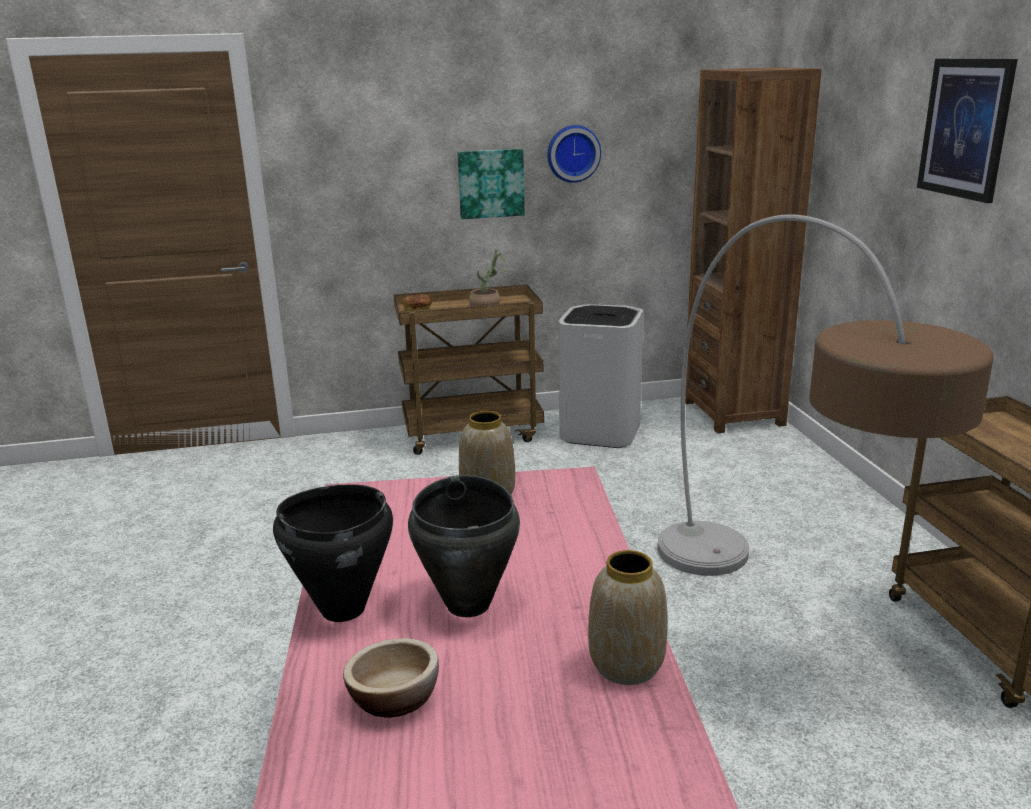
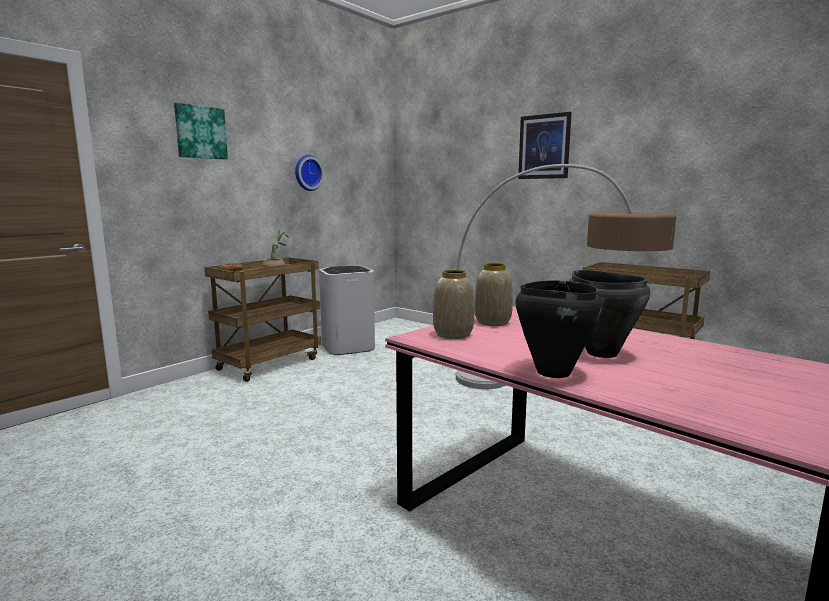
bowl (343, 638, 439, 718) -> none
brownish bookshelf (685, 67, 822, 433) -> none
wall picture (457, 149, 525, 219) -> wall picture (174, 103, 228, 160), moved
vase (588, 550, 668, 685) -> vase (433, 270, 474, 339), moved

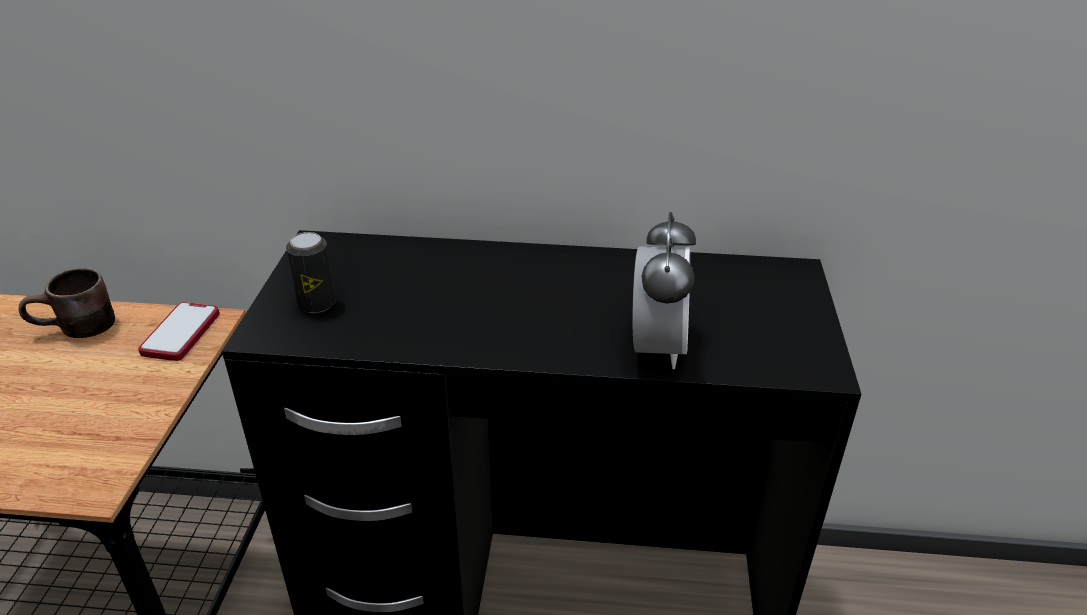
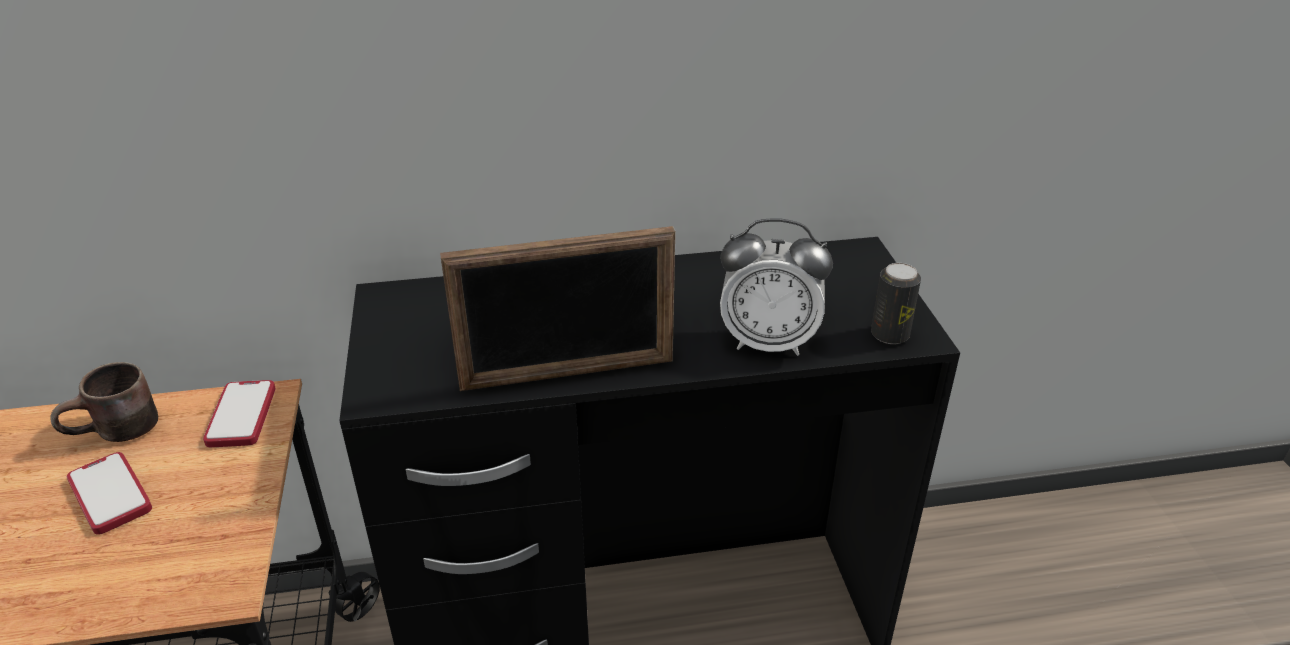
none -> handset (67, 452, 152, 535)
none -> picture frame (440, 226, 675, 391)
metal can (286, 232, 336, 313) -> metal can (871, 263, 921, 344), moved
alarm clock (633, 212, 696, 369) -> alarm clock (720, 218, 833, 356), 105 degrees clockwise

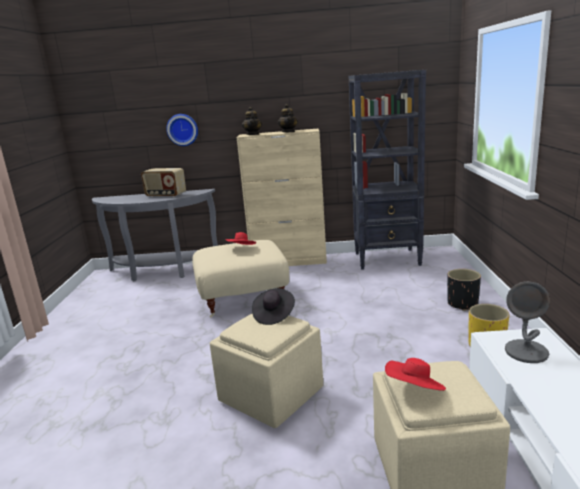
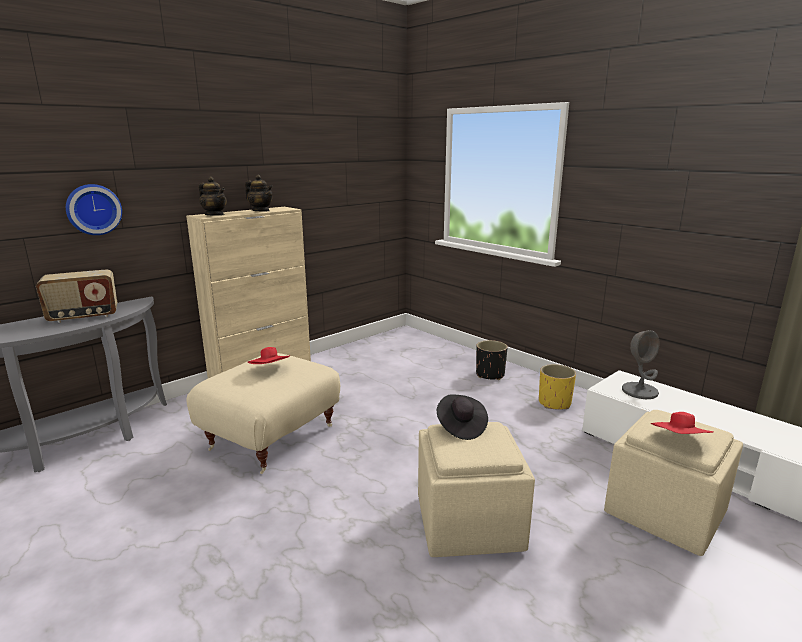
blackish bookshelf (349, 70, 426, 270) -> none

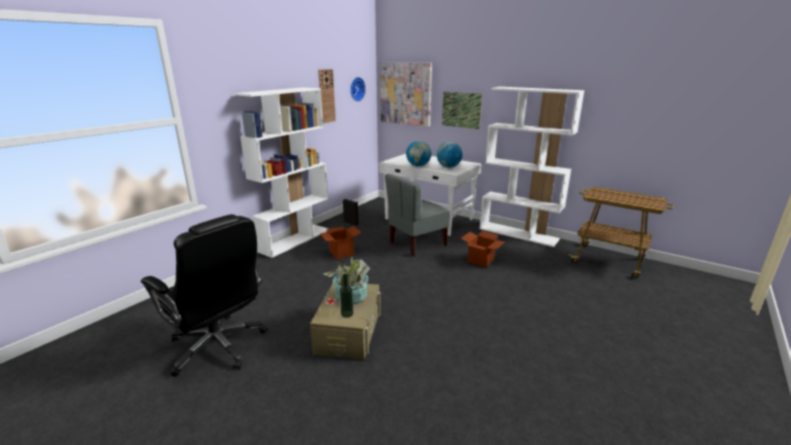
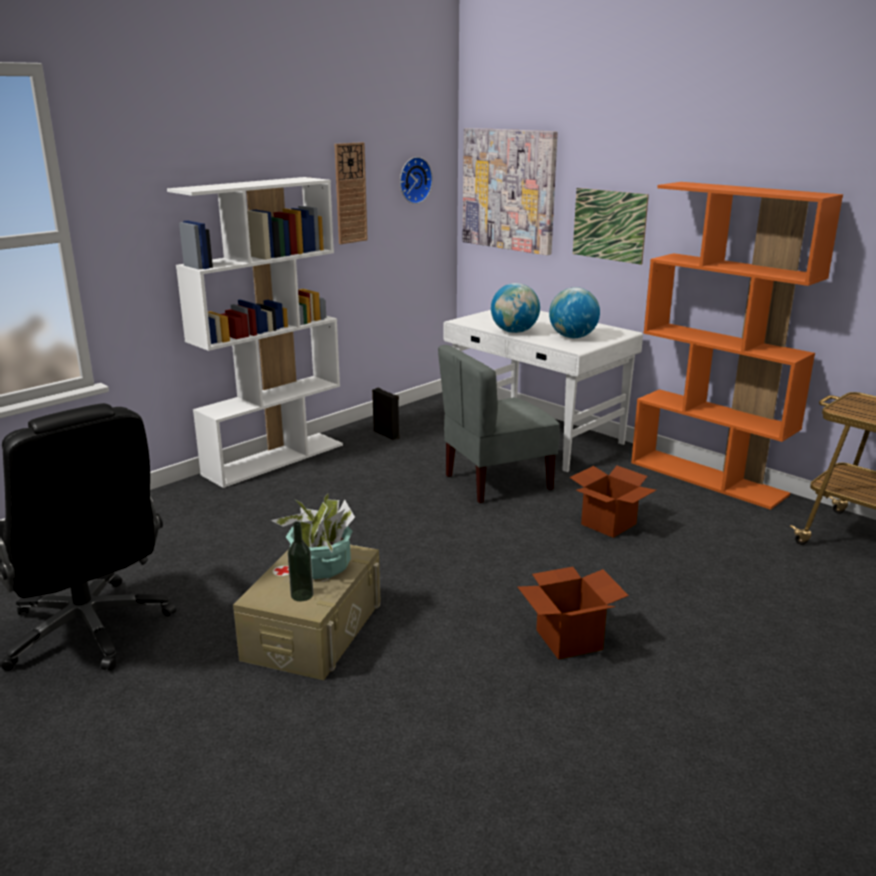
packing box (319, 226, 362, 259) -> packing box (518, 567, 629, 660), moved
white bookshelf (479, 87, 585, 247) -> orangey bookshelf (631, 182, 843, 510)

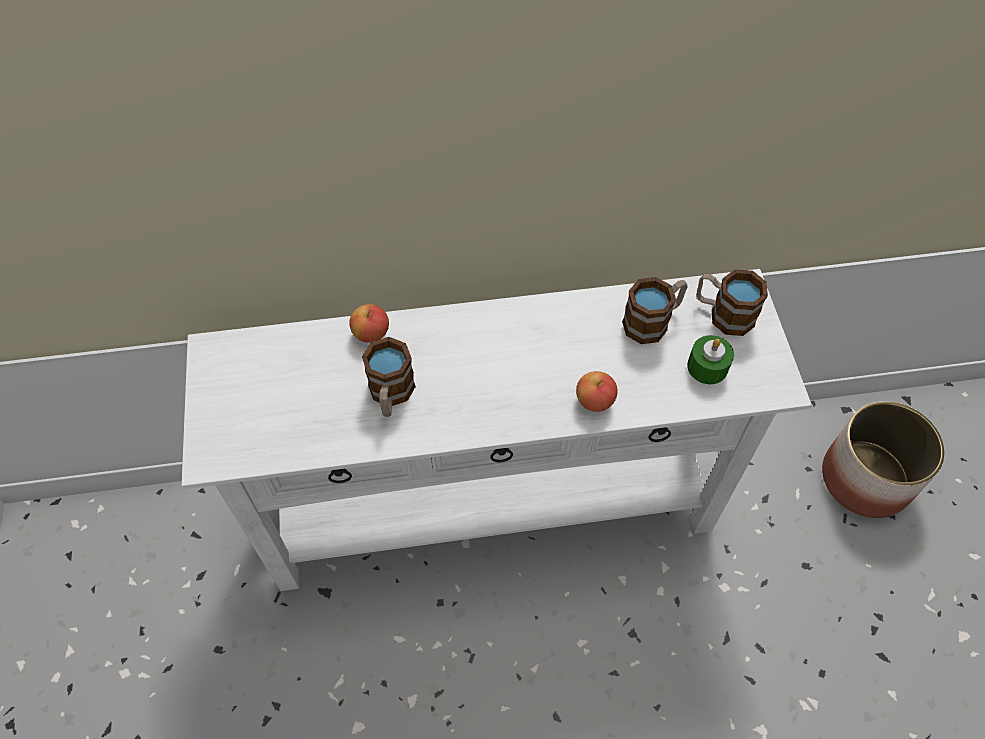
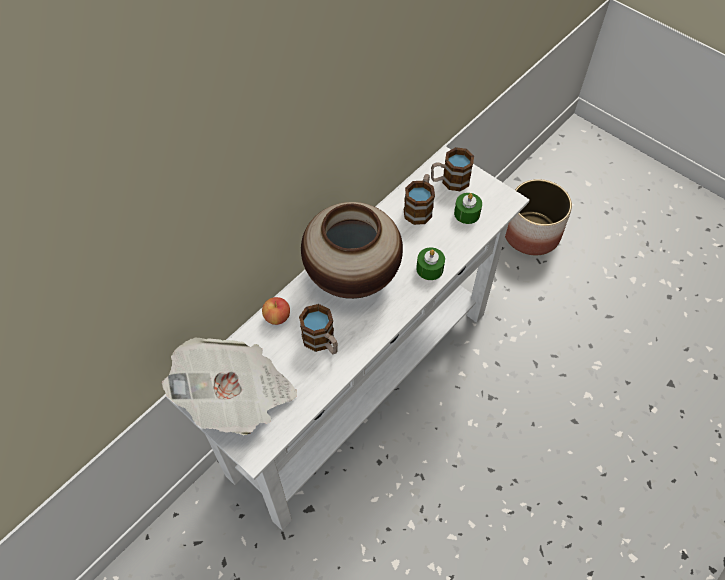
none -> newspaper (162, 338, 297, 435)
none -> vase (301, 202, 403, 299)
whole apple (576, 371, 618, 412) -> green candle (416, 247, 445, 280)

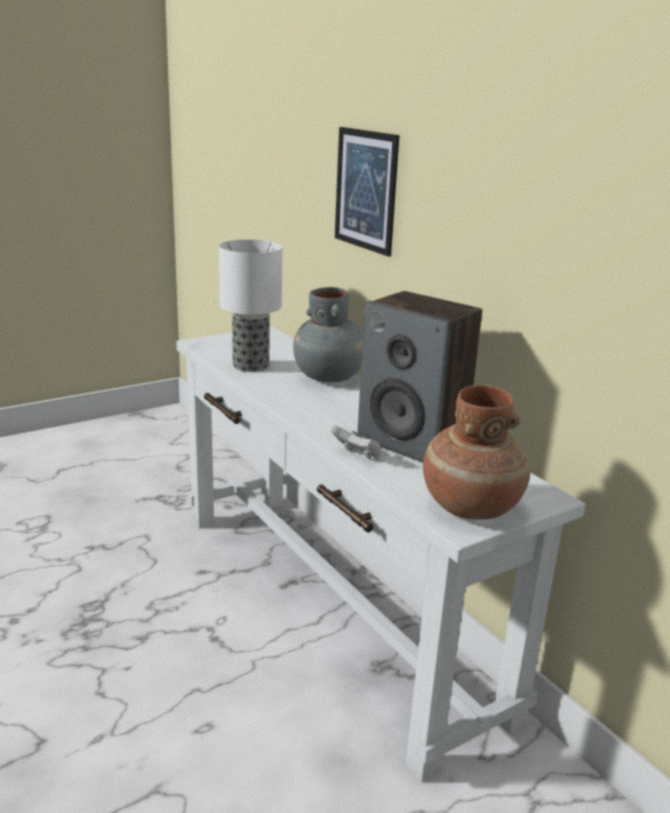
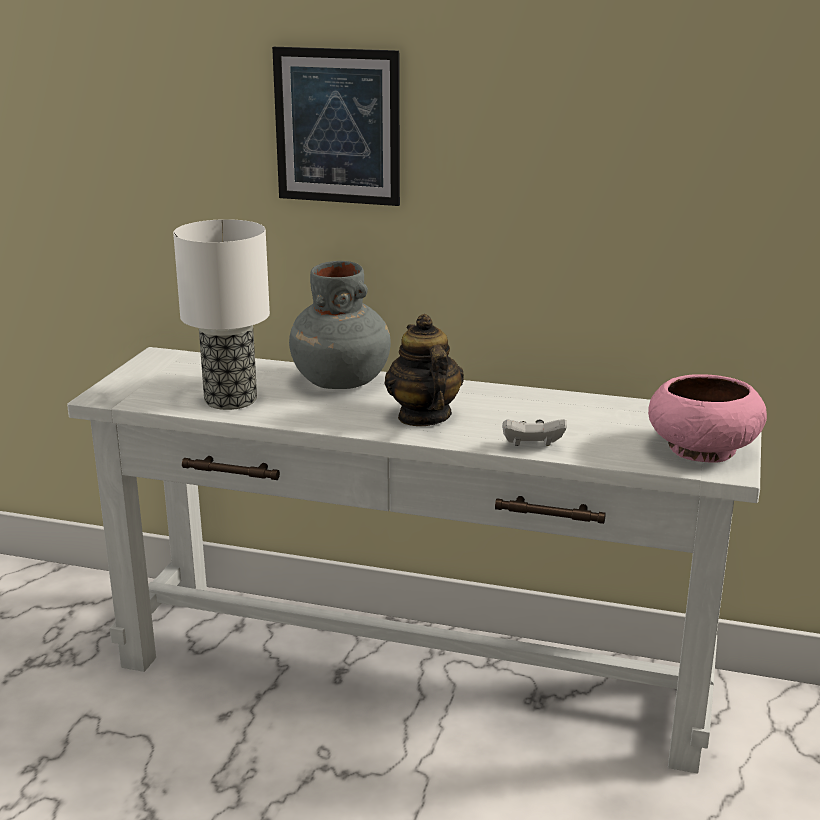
speaker (358, 291, 482, 463) -> none
none -> pot for tea (385, 314, 464, 426)
brownish vase (423, 385, 530, 520) -> pink-coloured bowl (648, 374, 767, 463)

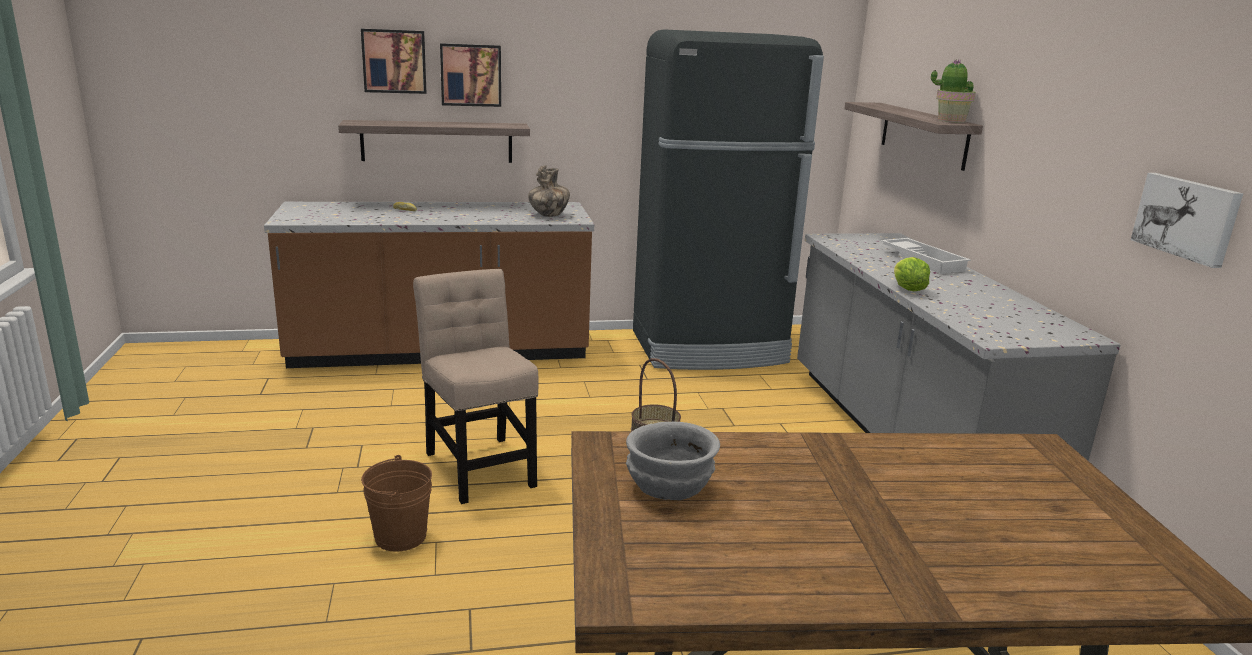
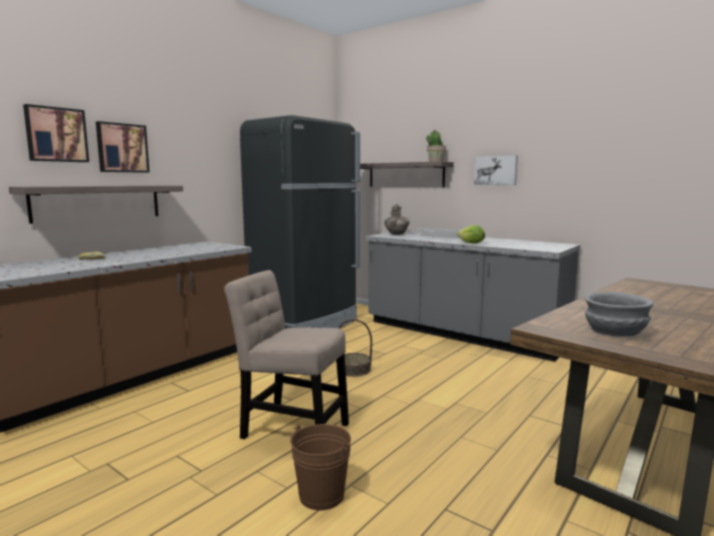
vase (528, 165, 570, 217) -> vase (384, 204, 410, 235), moved
wall picture (1131, 173, 1243, 268) -> wall picture (474, 155, 518, 185), moved

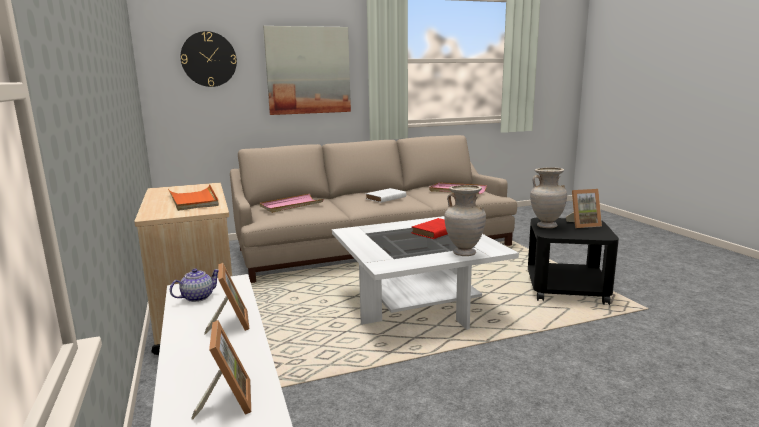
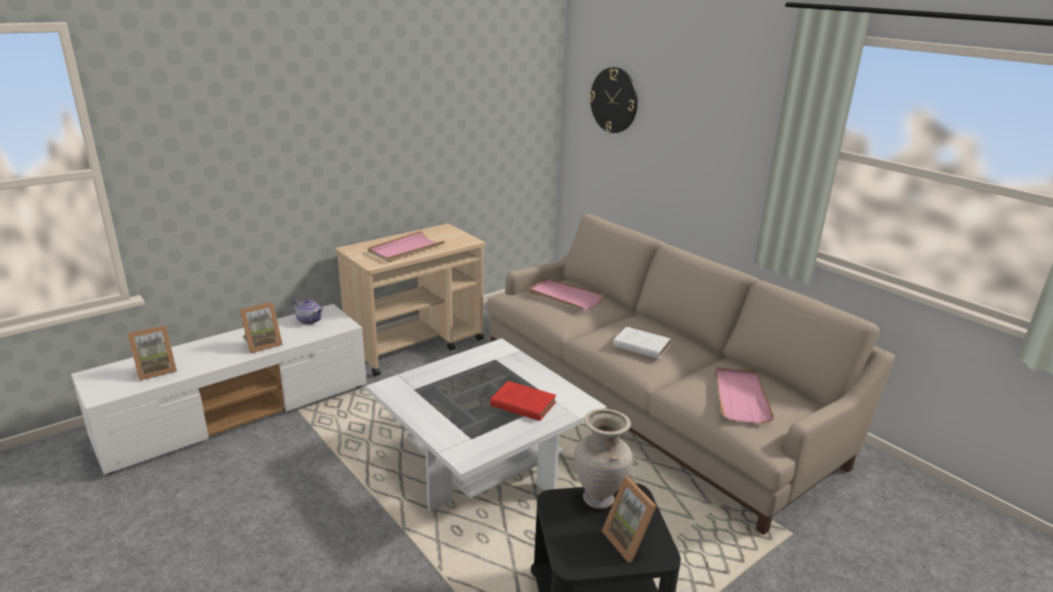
wall picture (263, 26, 351, 115) -> none
beige-coloured vase (444, 185, 486, 256) -> none
orangey carrying tray (168, 184, 219, 211) -> pink-coloured carrying tray (368, 231, 445, 262)

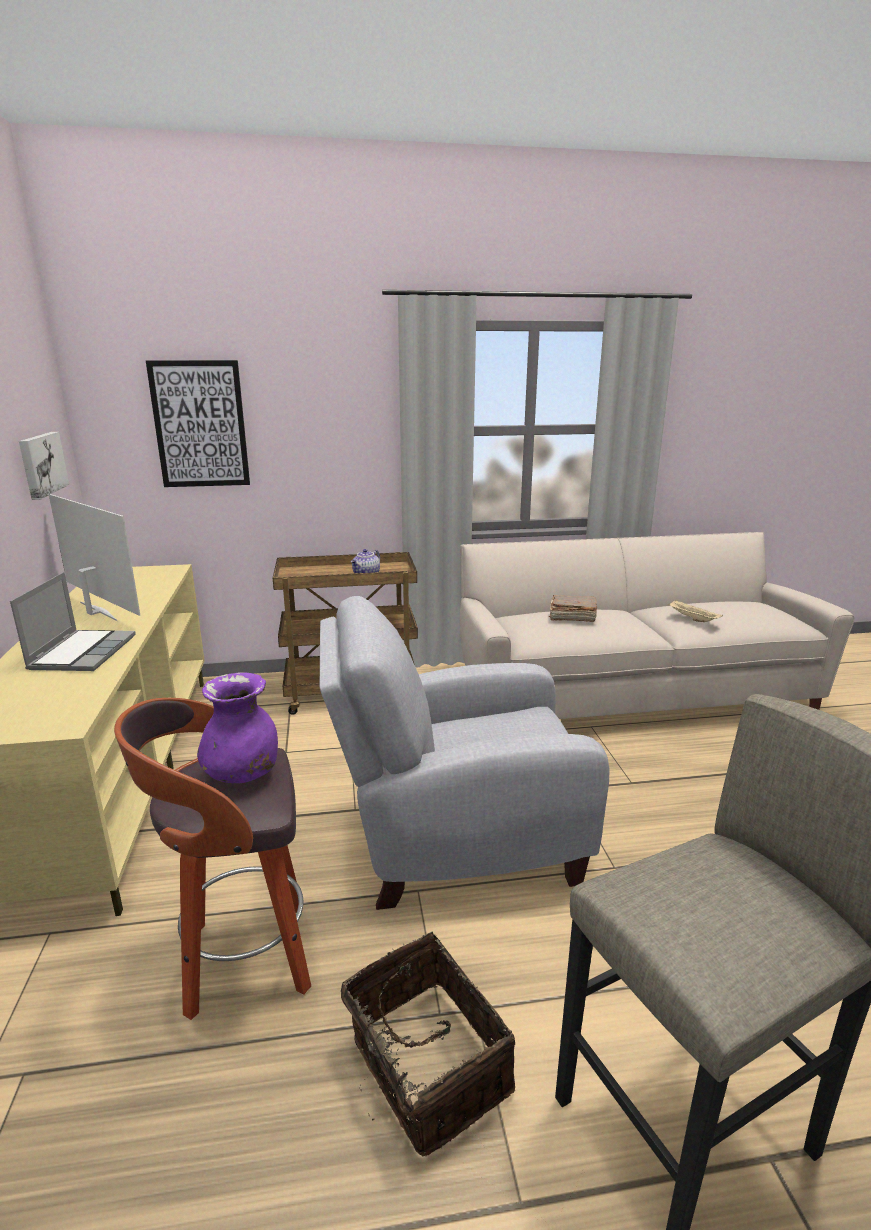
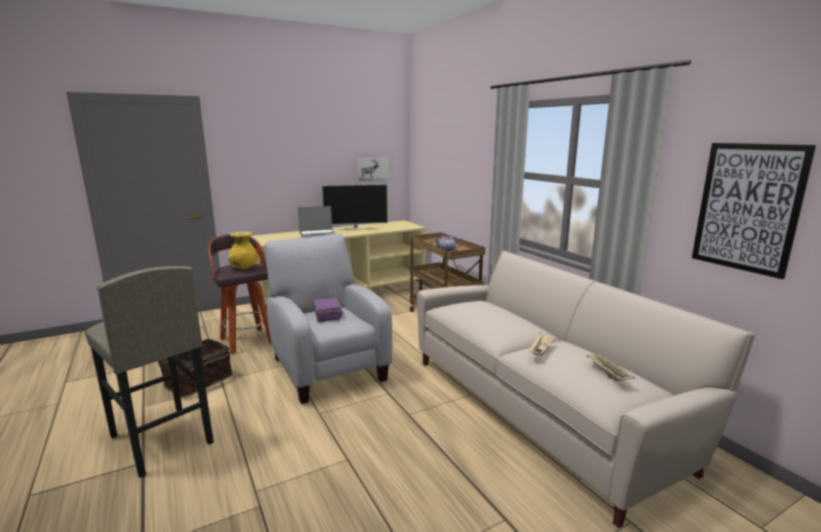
brownish bound book (549, 595, 597, 622) -> none
none -> purple-coloured bound book (313, 298, 343, 322)
none -> beige-coloured carrying tray (586, 352, 635, 381)
wall picture (146, 360, 250, 487) -> wall picture (692, 143, 816, 279), moved
purple-coloured vase (197, 672, 278, 783) -> yellow-coloured vase (228, 232, 258, 269)
TV (49, 494, 140, 621) -> TV (321, 184, 388, 230), 60 degrees clockwise

